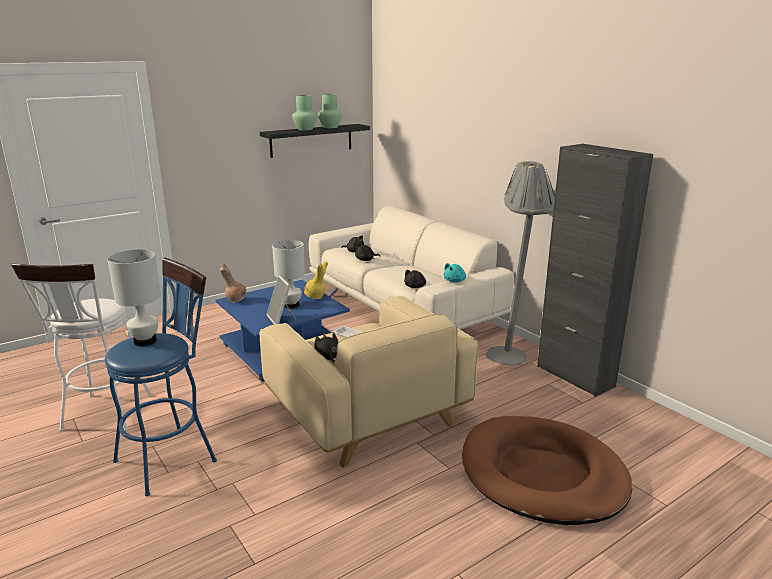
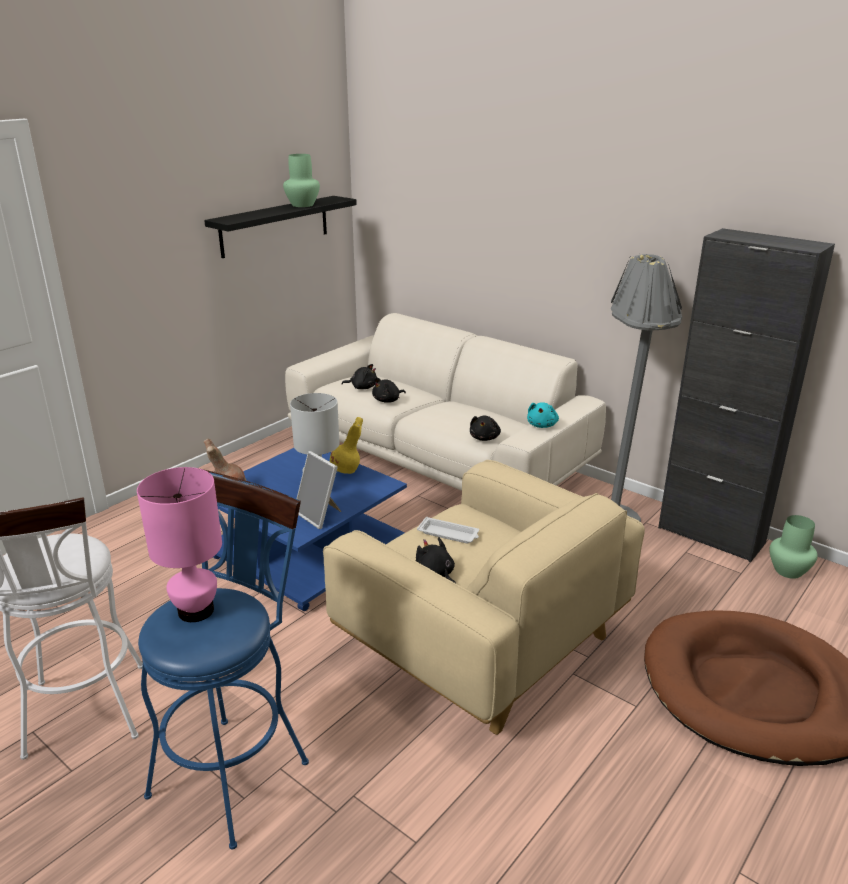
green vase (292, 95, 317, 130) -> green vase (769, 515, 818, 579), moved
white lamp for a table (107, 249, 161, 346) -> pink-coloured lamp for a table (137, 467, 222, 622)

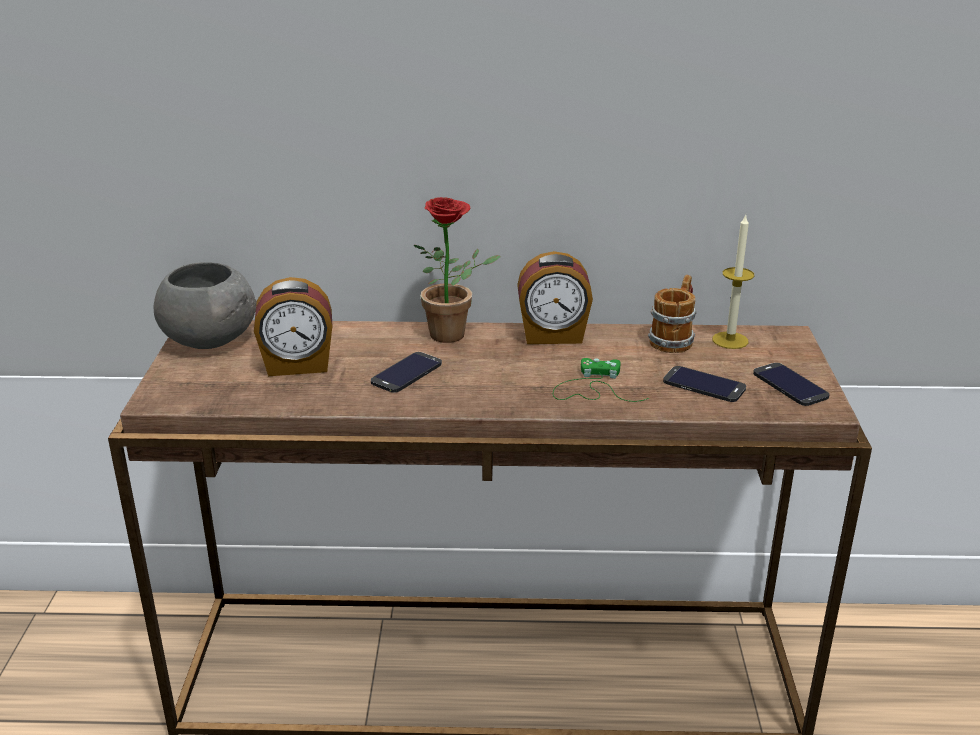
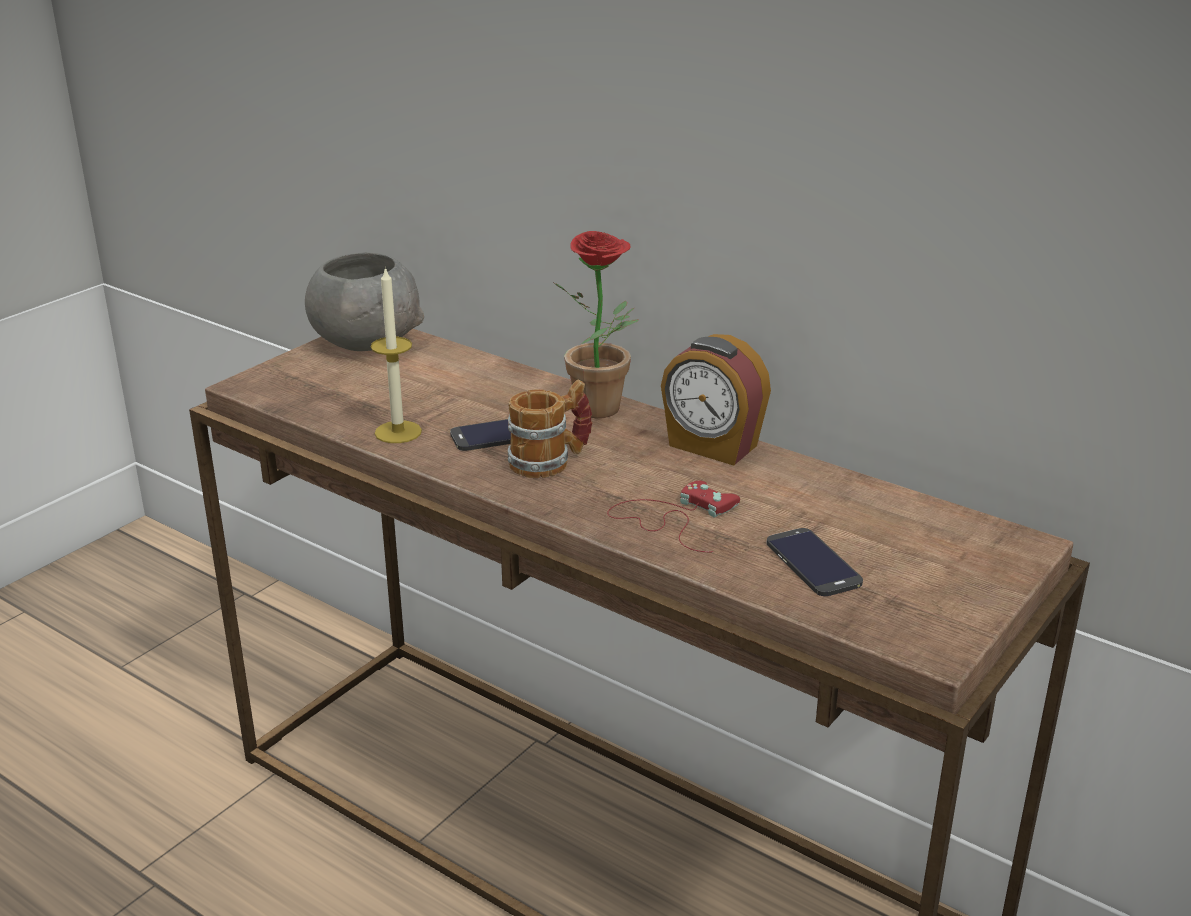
alarm clock (254, 277, 332, 376) -> none
handset (753, 363, 829, 406) -> none
coffee mug (648, 275, 697, 353) -> coffee mug (508, 379, 592, 478), moved
candle (712, 214, 754, 349) -> candle (371, 266, 422, 443), moved
green joypad (553, 358, 649, 402) -> red-coloured joypad (607, 481, 740, 552)

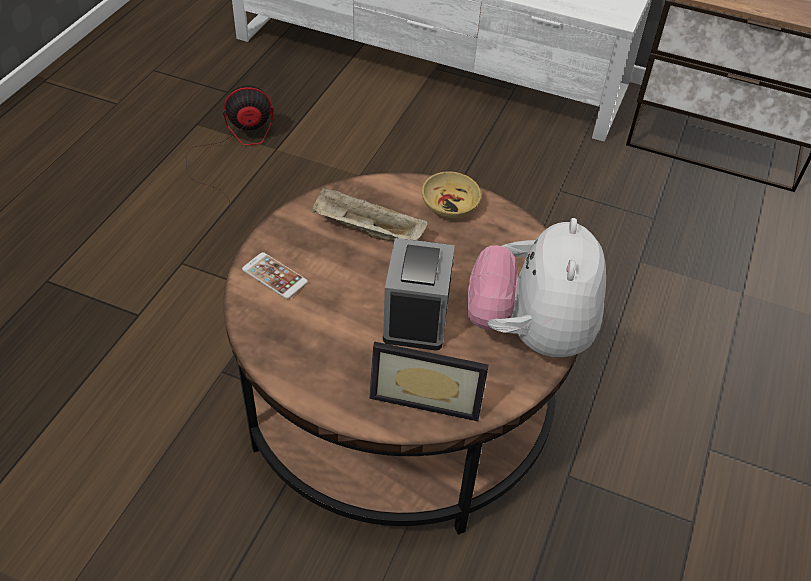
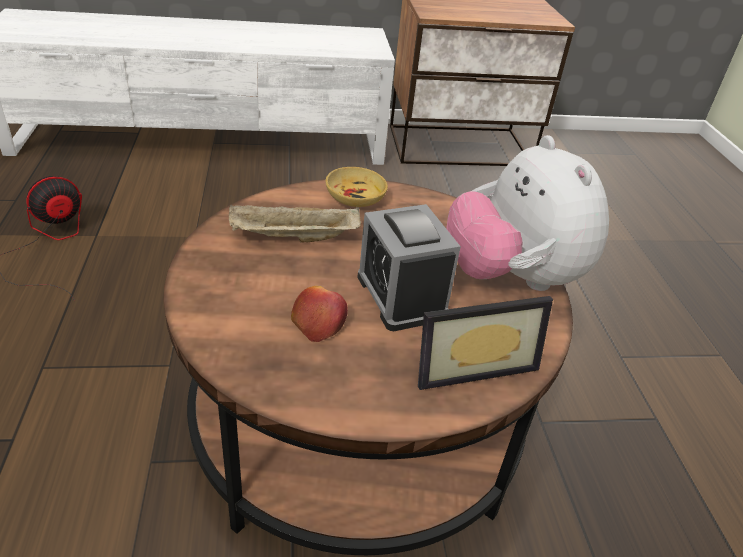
handset (242, 252, 308, 299) -> none
none -> whole apple (291, 286, 348, 342)

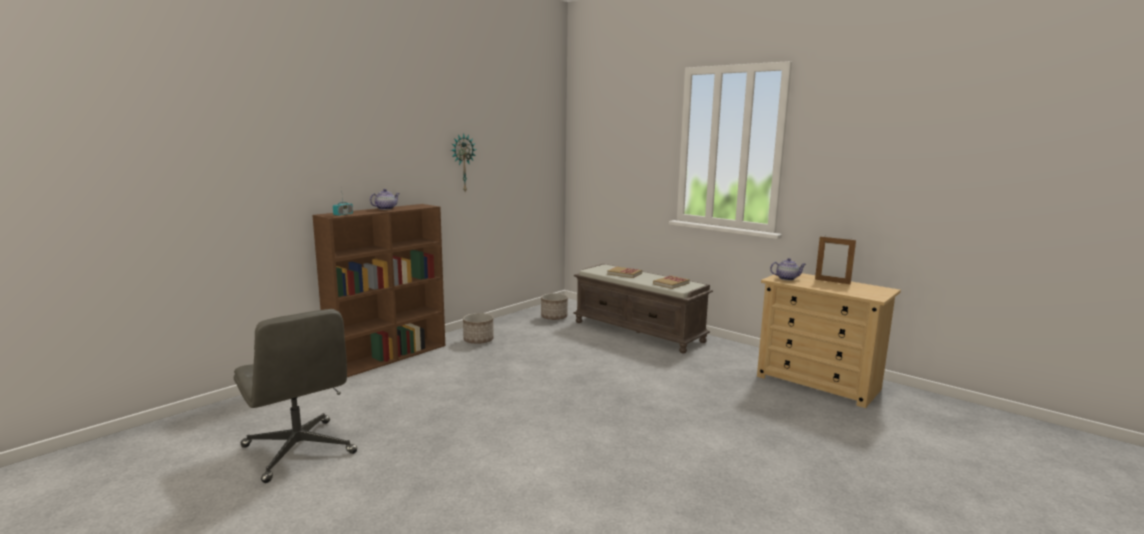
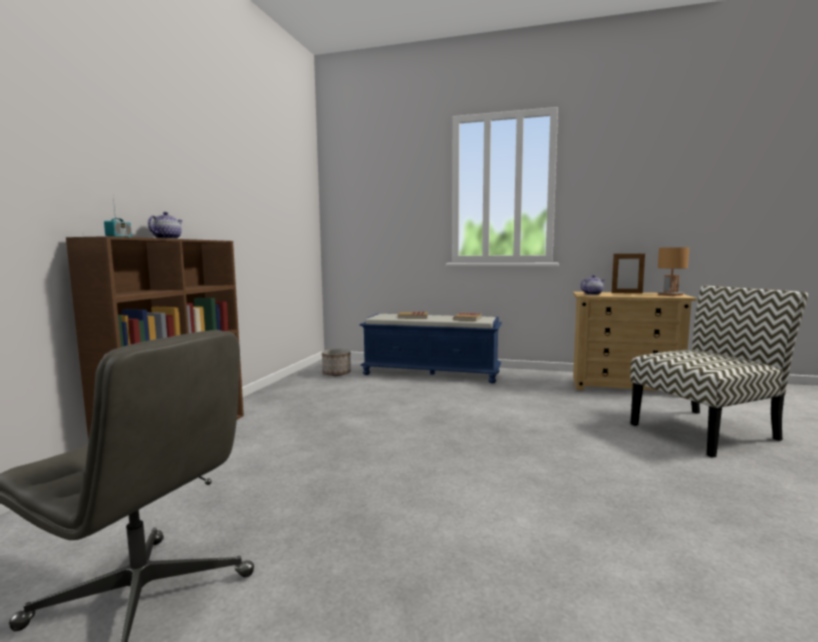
clock on the wall (451, 133, 476, 191) -> none
planter (463, 313, 494, 344) -> none
none -> plain chair (630, 286, 808, 458)
none -> brownish lamp for a table (656, 247, 689, 296)
brownish indoor bench (573, 264, 713, 353) -> blue-coloured indoor bench (360, 313, 502, 383)

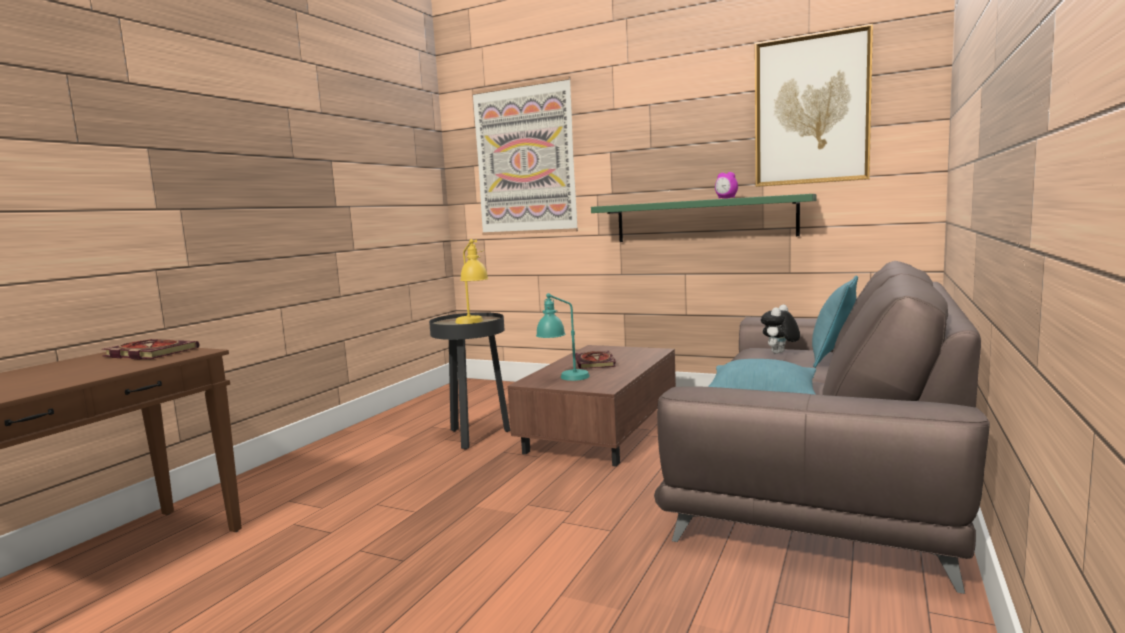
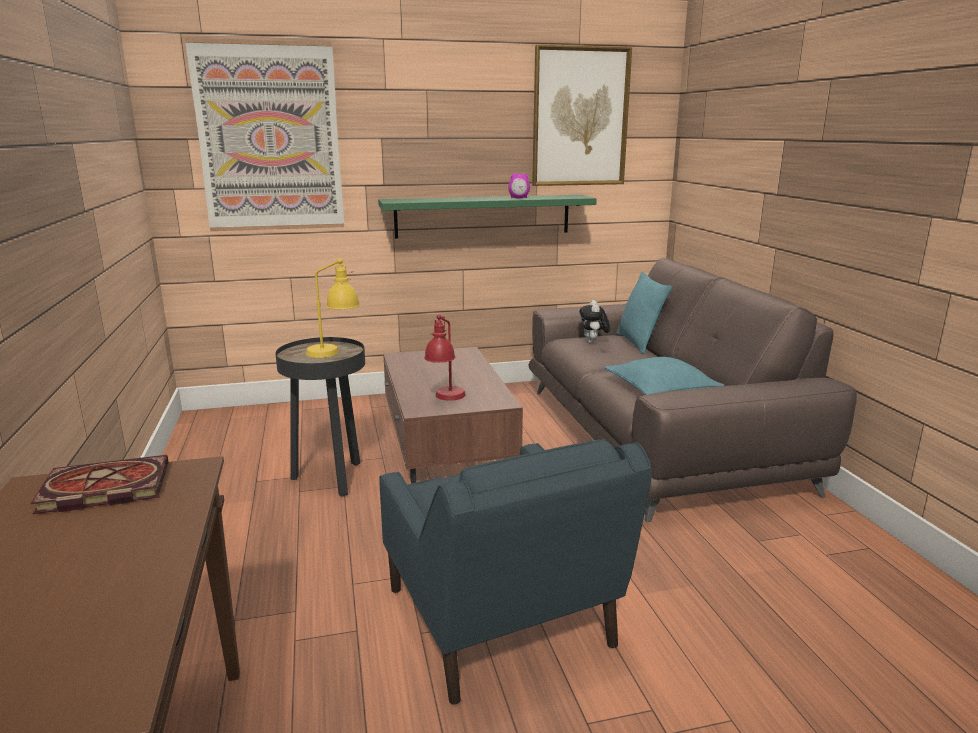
bound book (575, 351, 616, 369) -> none
none -> blue-coloured armchair (379, 439, 652, 705)
turquoise lamp for a table (536, 293, 590, 381) -> red-coloured lamp for a table (424, 315, 466, 401)

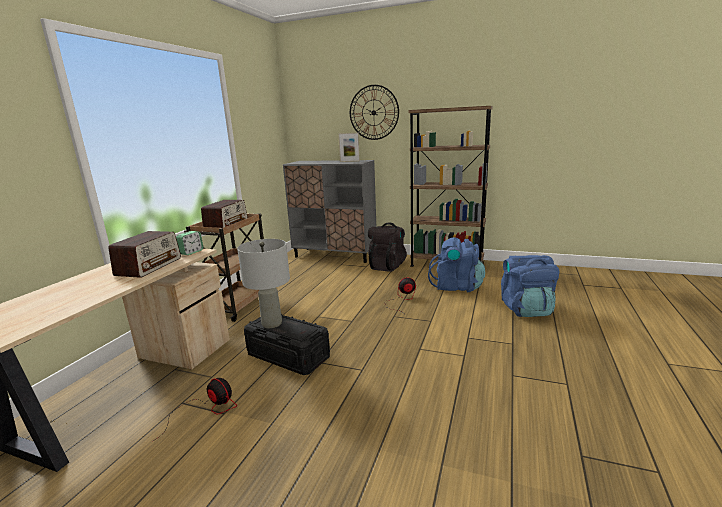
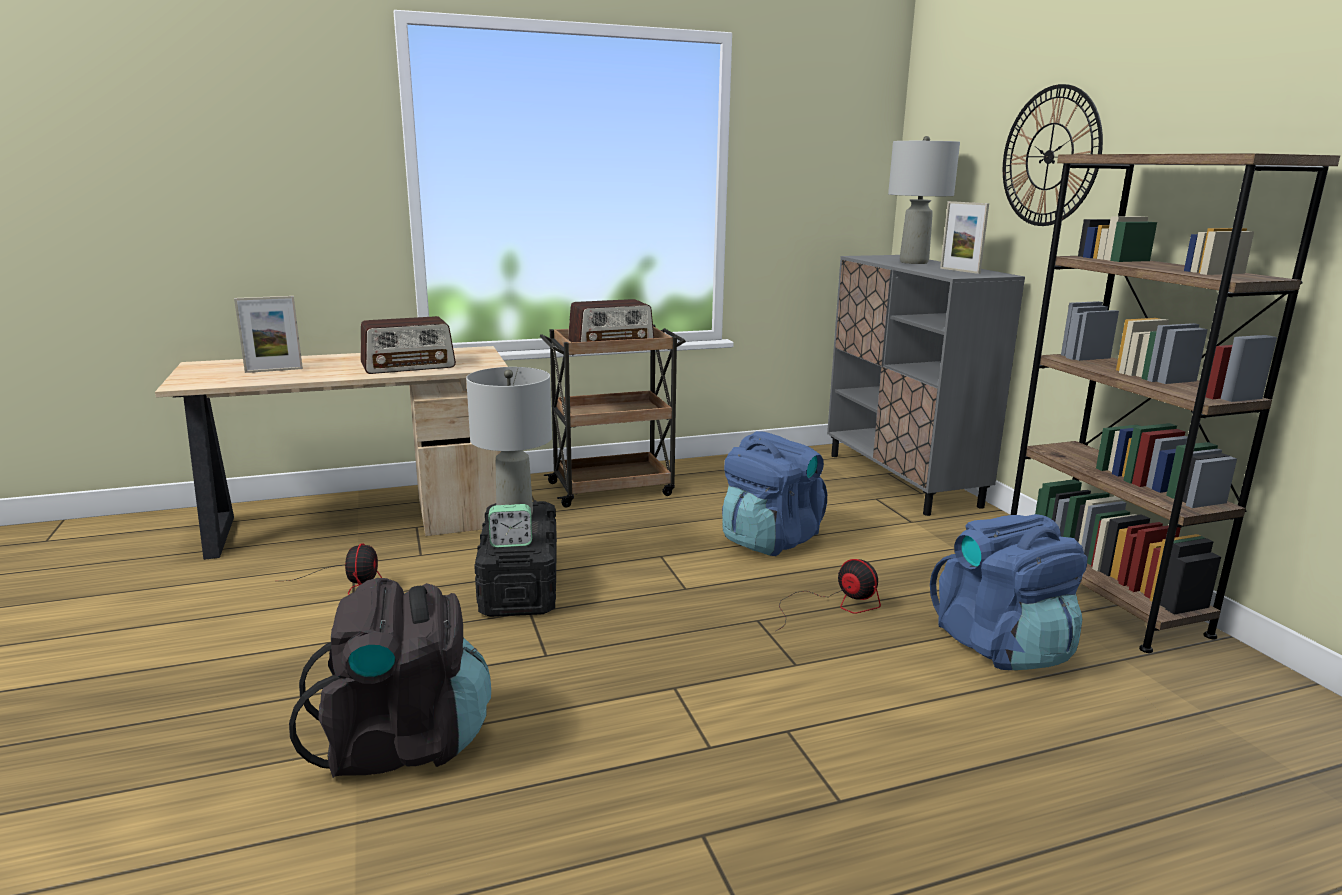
none -> picture frame (234, 296, 303, 373)
none -> gray lamp for a table (888, 136, 960, 264)
alarm clock (176, 231, 203, 255) -> alarm clock (488, 504, 532, 548), moved
blackish knapsack (368, 222, 407, 272) -> blackish knapsack (289, 578, 491, 778), moved
blue-coloured knapsack (501, 255, 559, 317) -> blue-coloured knapsack (722, 431, 827, 556), moved

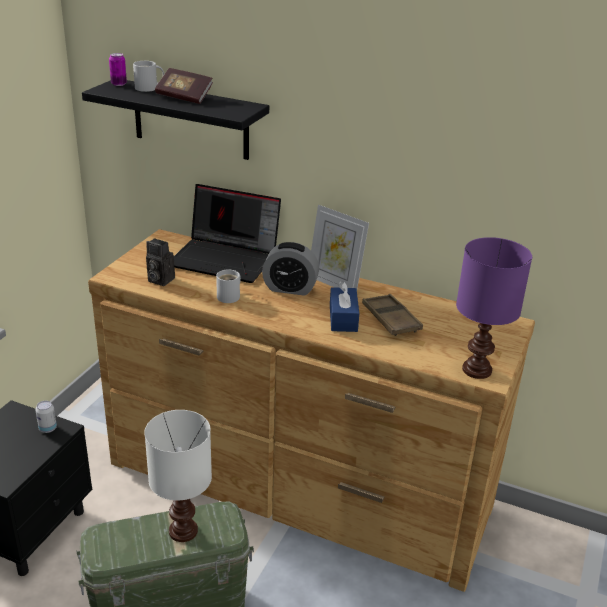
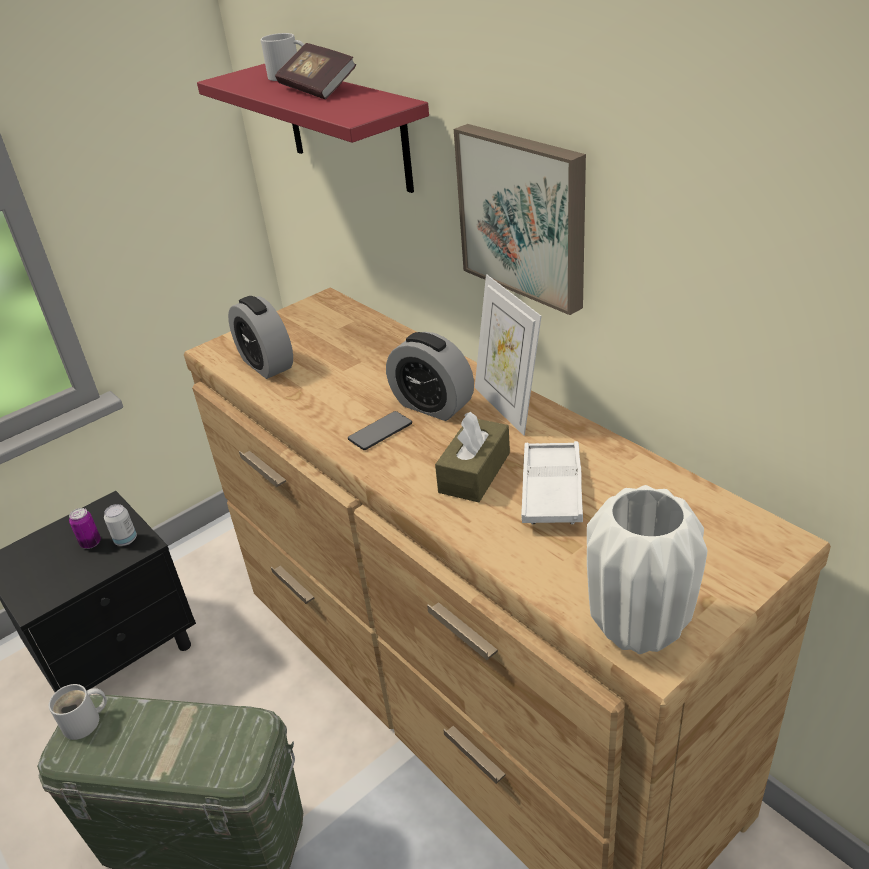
white lamp for a table (144, 410, 212, 542) -> none
portable computer (174, 184, 281, 283) -> none
none -> handset (348, 411, 412, 450)
none -> wall picture (454, 124, 586, 315)
metal can (109, 53, 127, 86) -> metal can (69, 508, 101, 549), moved
white coffee mug (216, 270, 241, 303) -> white coffee mug (49, 684, 107, 740), moved
still camera (146, 238, 175, 286) -> alarm clock (228, 296, 293, 379)
purple-coloured lamp for a table (456, 237, 532, 379) -> white vase (587, 485, 707, 654)
blackish bracket shelf (82, 80, 269, 160) -> red-coloured bracket shelf (197, 64, 429, 193)
blue-coloured box of tissues (330, 281, 359, 332) -> brownish box of tissues (435, 412, 510, 502)
brownish carrying tray (362, 294, 423, 336) -> white carrying tray (521, 441, 583, 524)

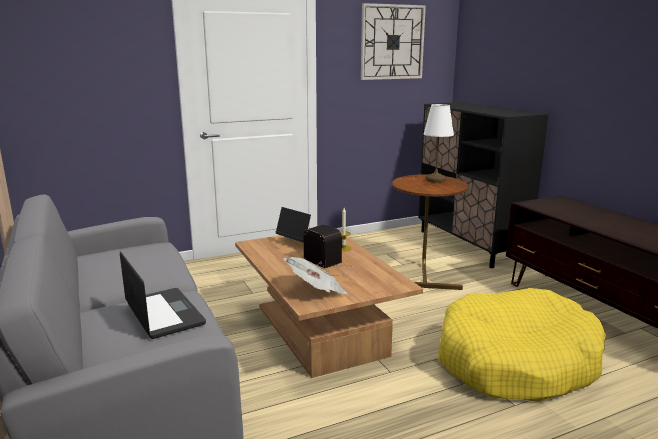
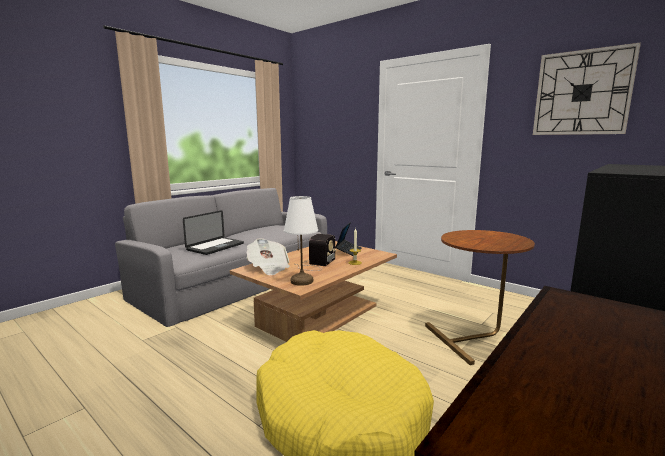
white lamp for a table (424, 104, 454, 183) -> white lamp for a table (284, 196, 318, 286), moved

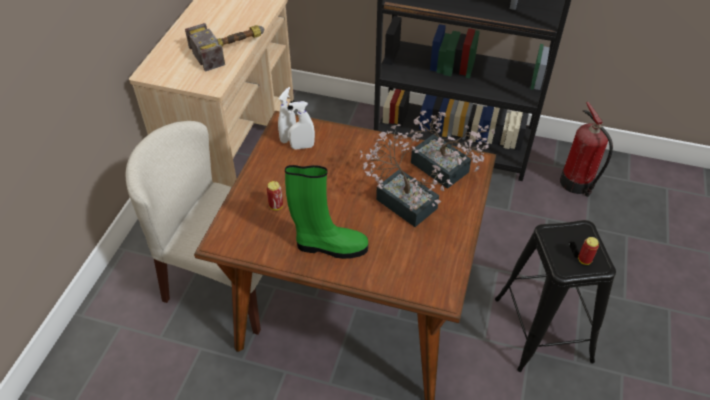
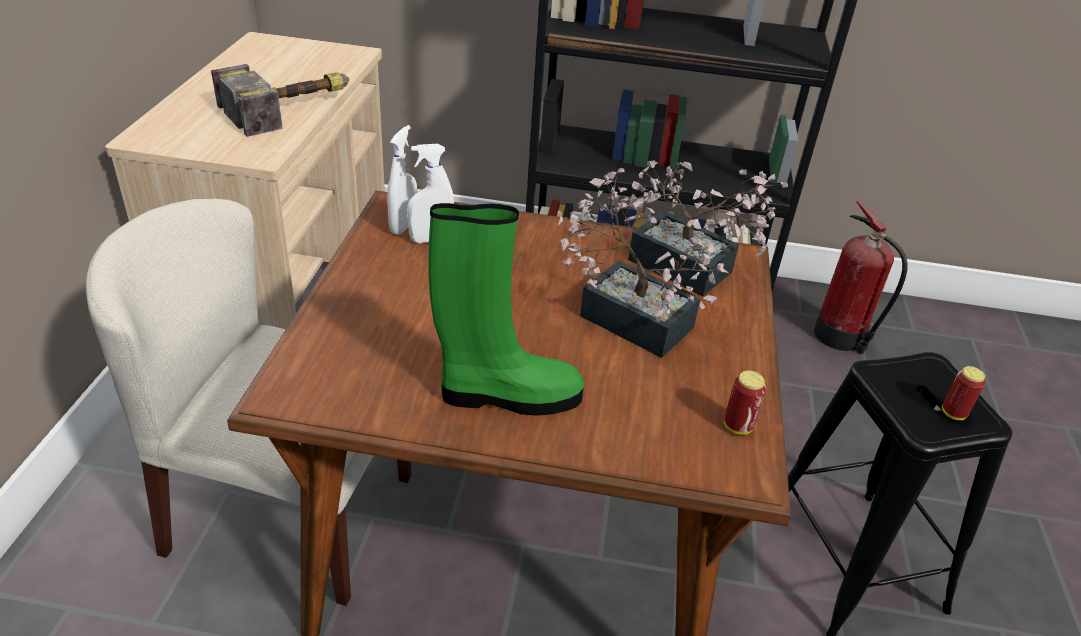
metal can (267, 181, 283, 210) -> metal can (724, 371, 766, 435), moved

